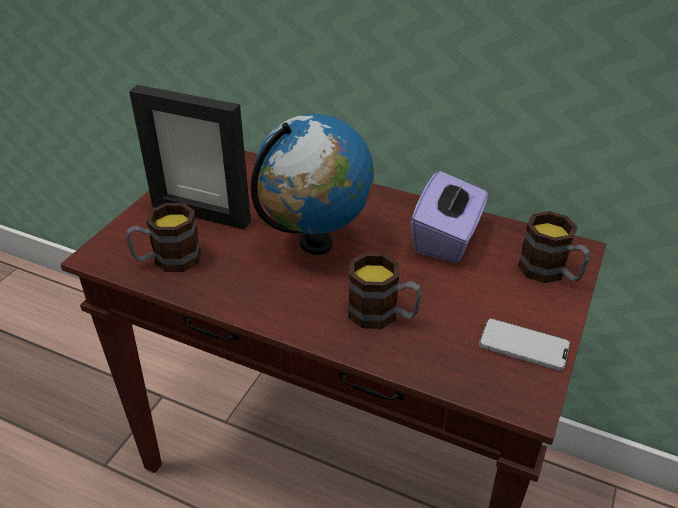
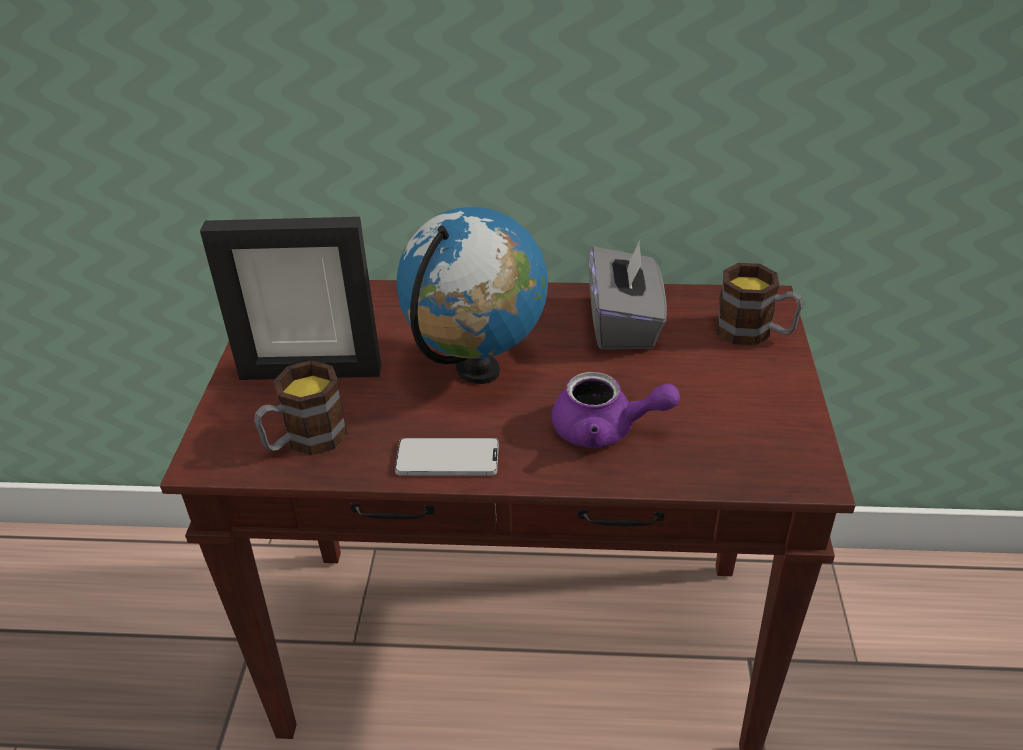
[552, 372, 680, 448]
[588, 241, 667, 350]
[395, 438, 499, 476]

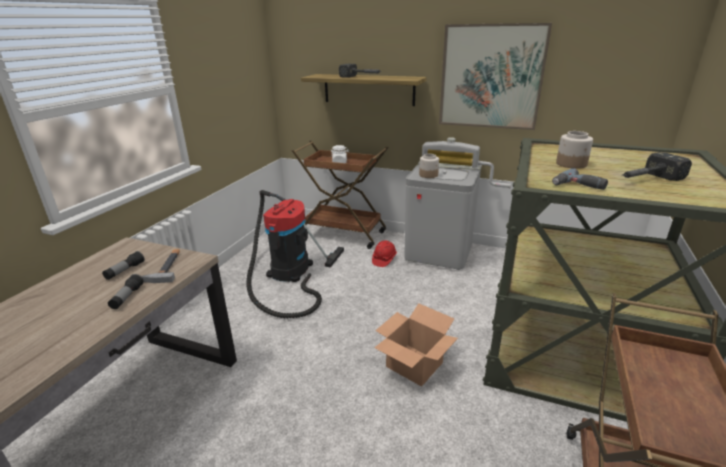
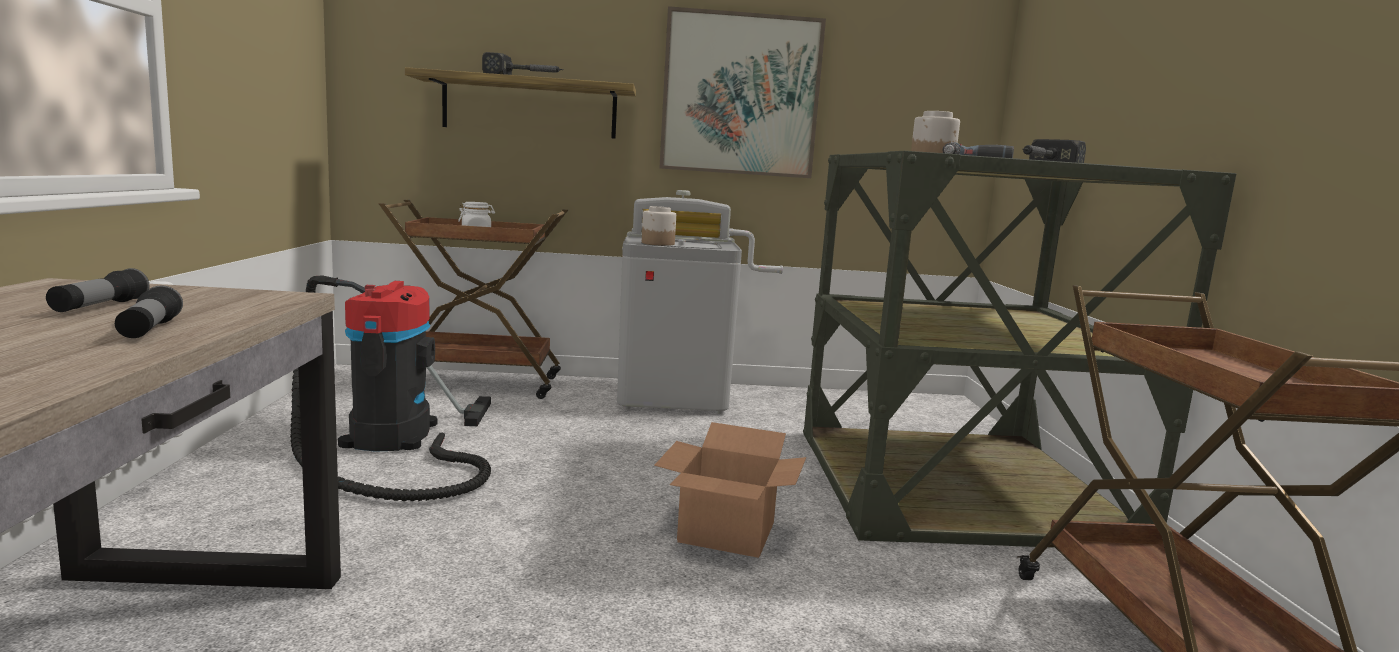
[141, 249, 180, 283] (first image)
[372, 240, 397, 267] (first image)

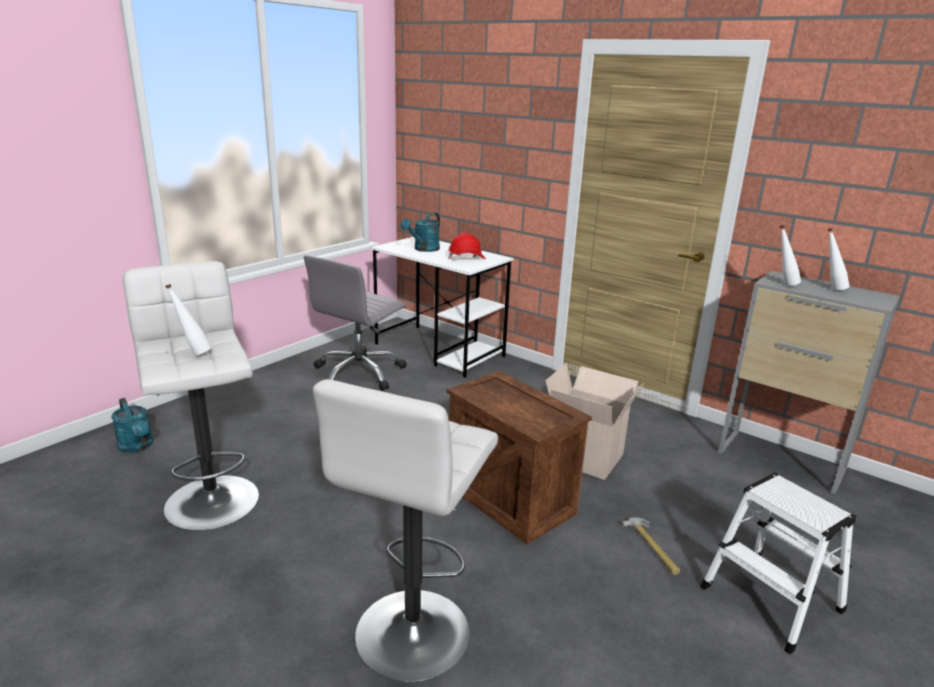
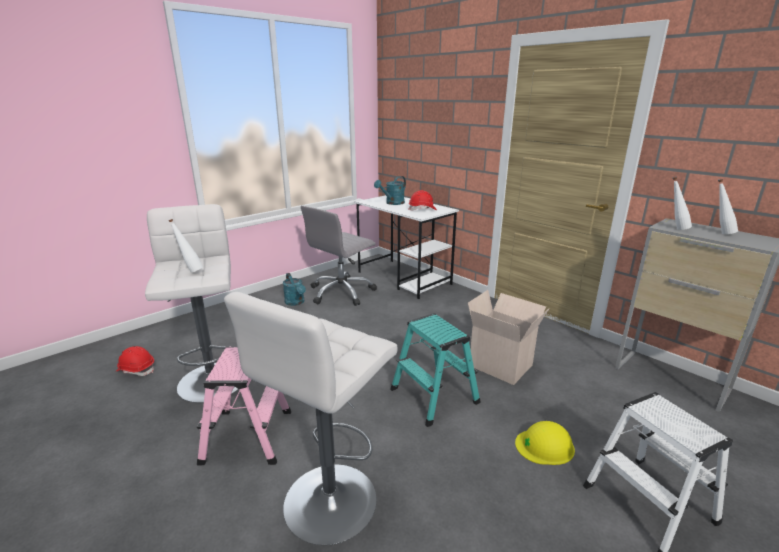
[283, 273, 306, 306]
[390, 313, 481, 427]
[515, 421, 575, 465]
[116, 346, 154, 376]
[197, 345, 292, 466]

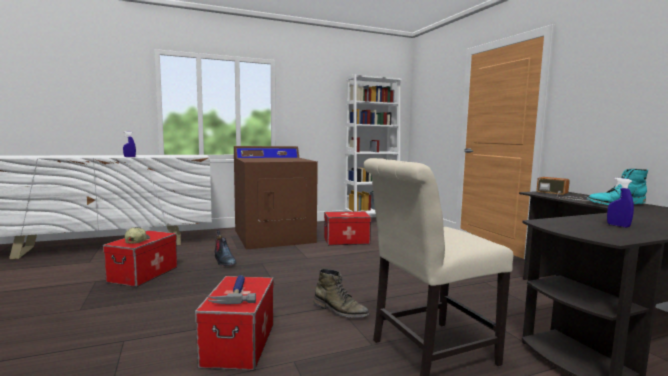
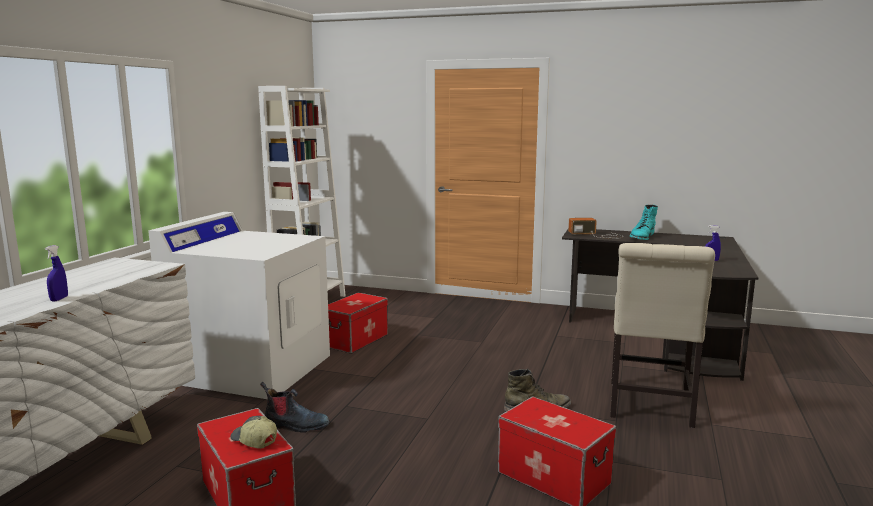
[208, 275, 256, 304] (first image)
[148, 212, 330, 399]

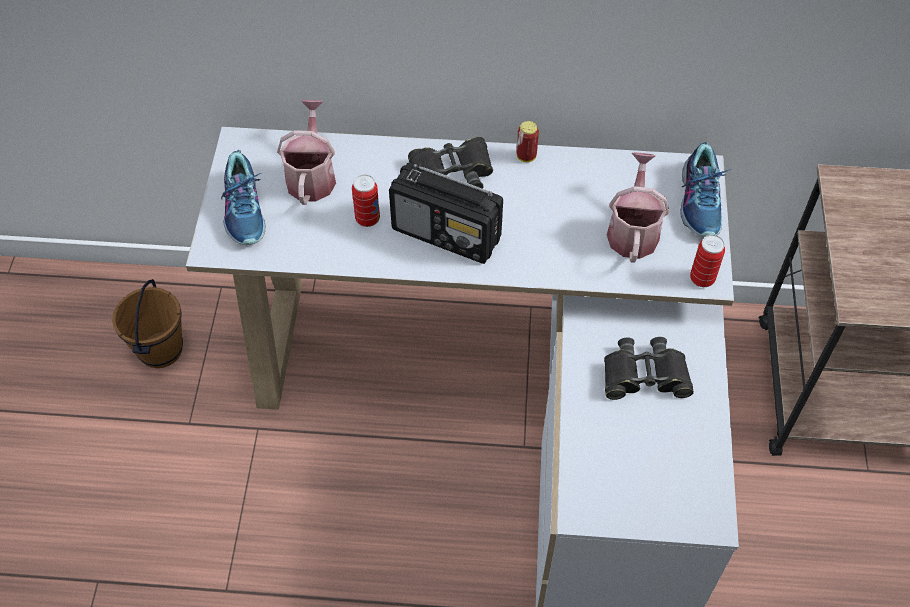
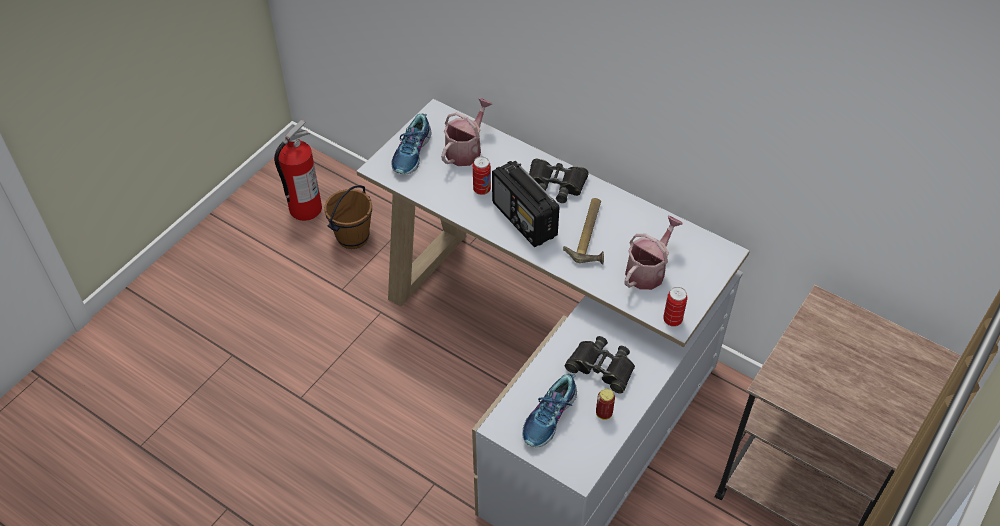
[596, 389, 615, 420]
[522, 374, 577, 447]
[274, 119, 322, 221]
[563, 198, 604, 265]

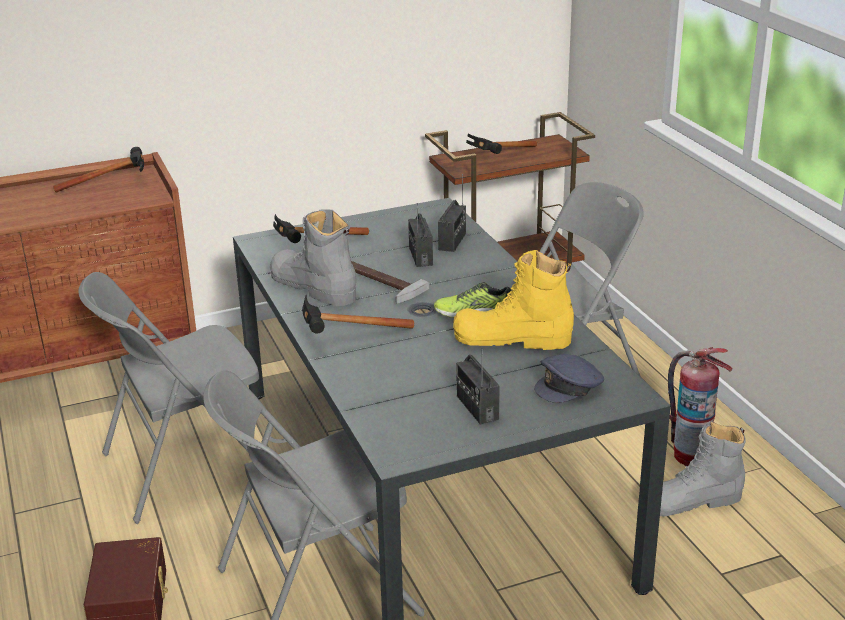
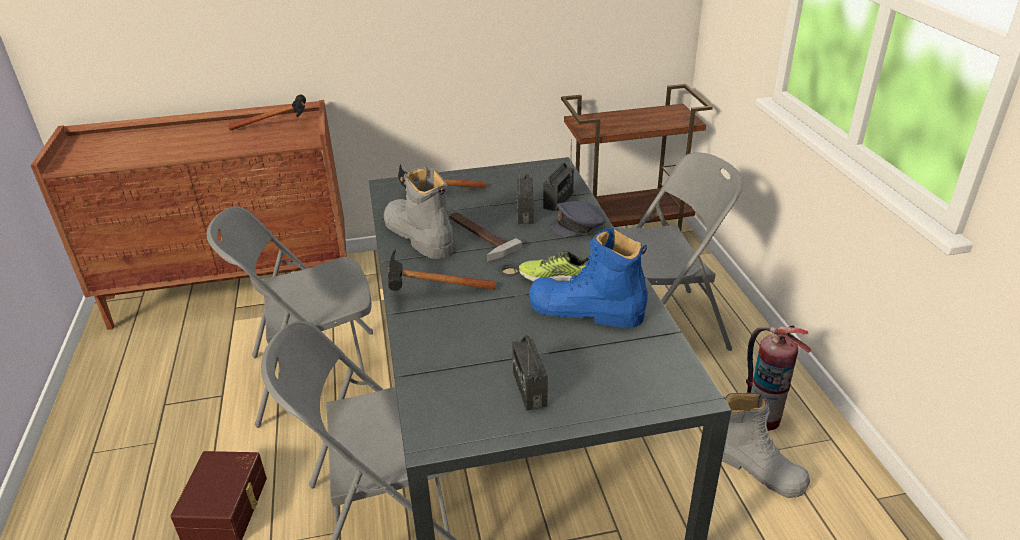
[529, 228, 648, 328]
[466, 134, 537, 154] (first image)
[550, 201, 605, 237]
[722, 393, 810, 498]

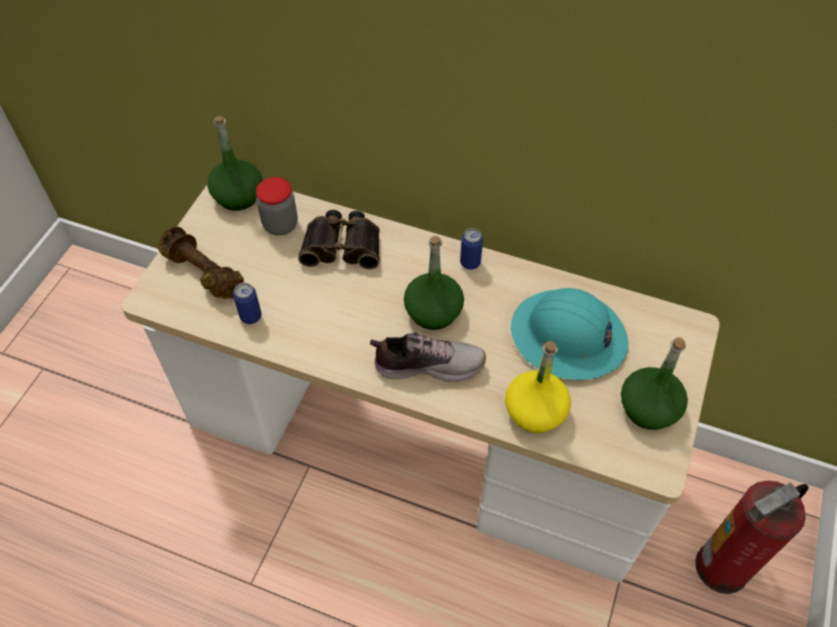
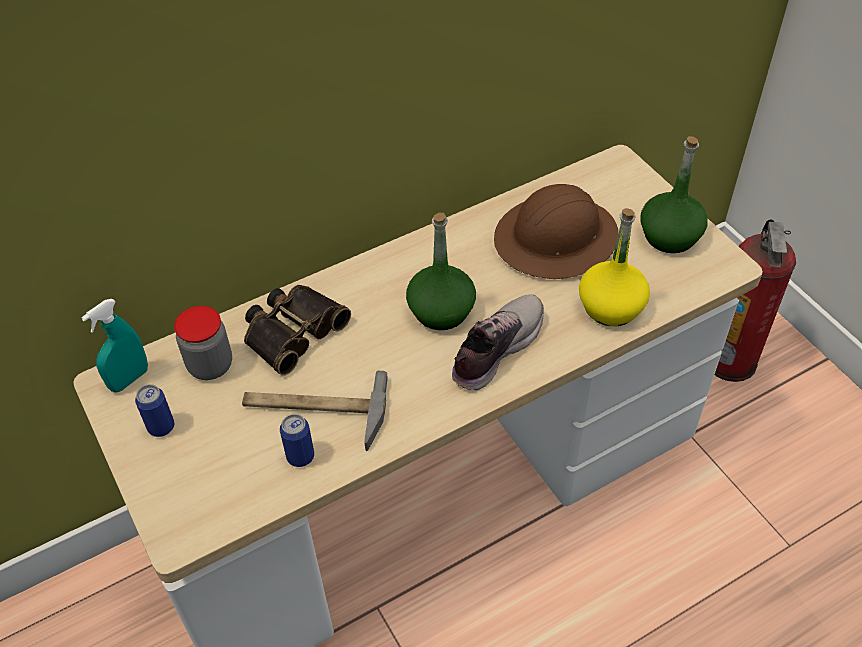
[158, 226, 244, 299] (first image)
[81, 299, 148, 393]
[135, 384, 174, 437]
[494, 184, 618, 279]
[242, 371, 388, 451]

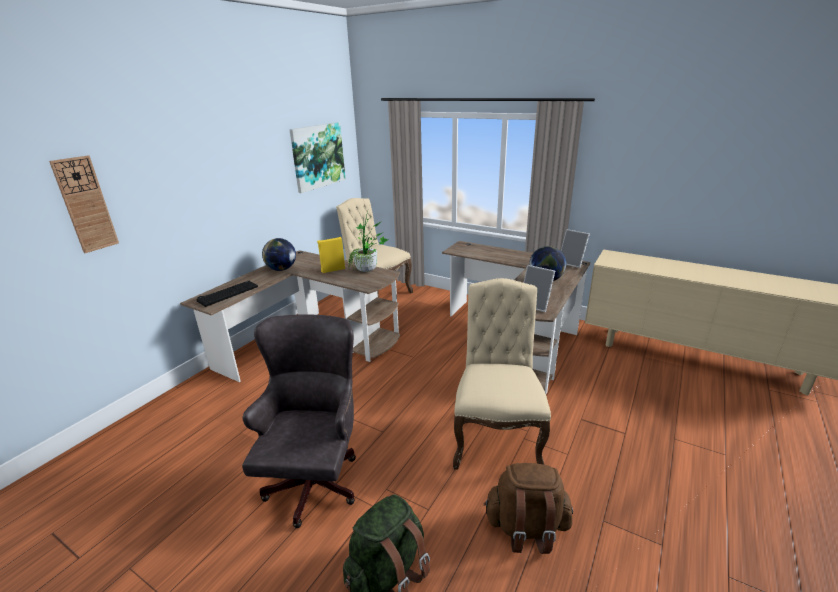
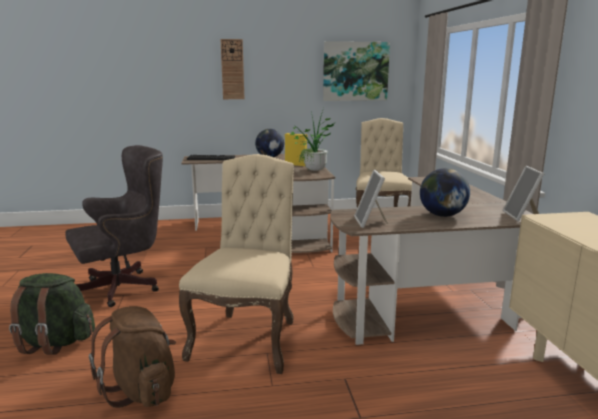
[220, 39, 244, 99]
[179, 154, 294, 374]

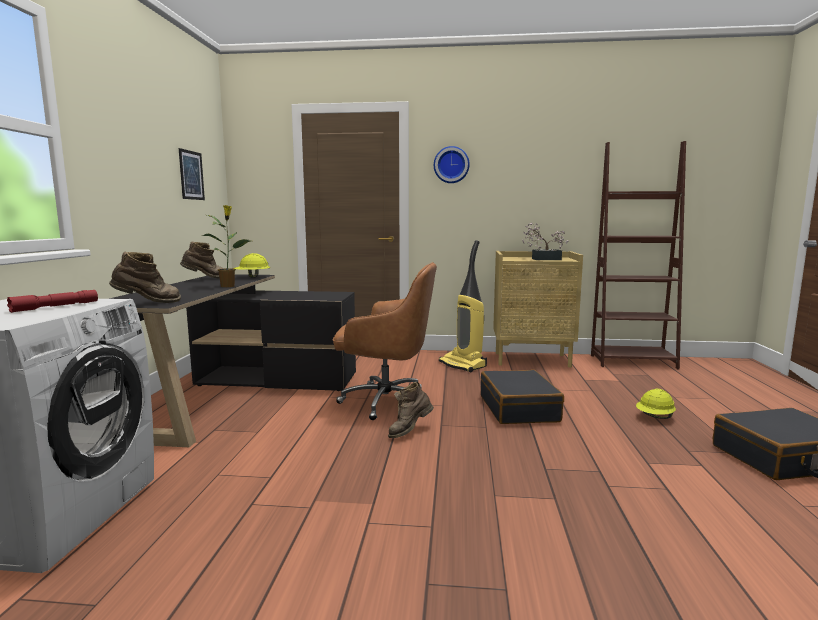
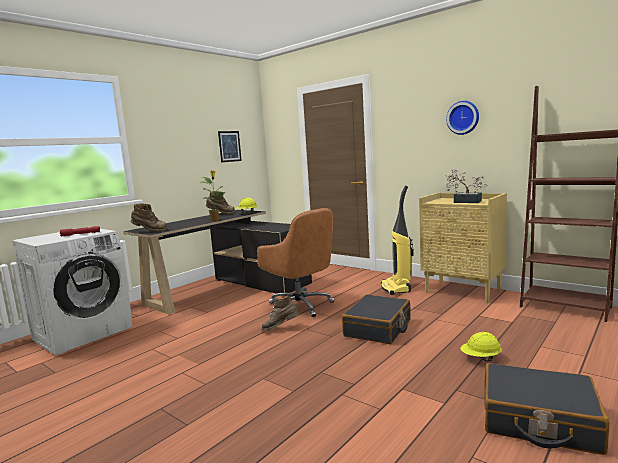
[446, 101, 479, 135]

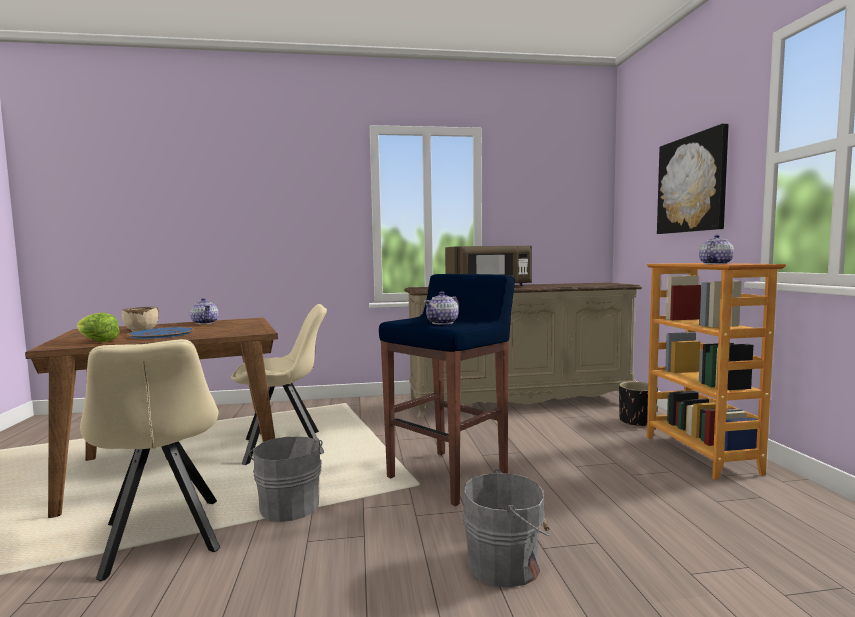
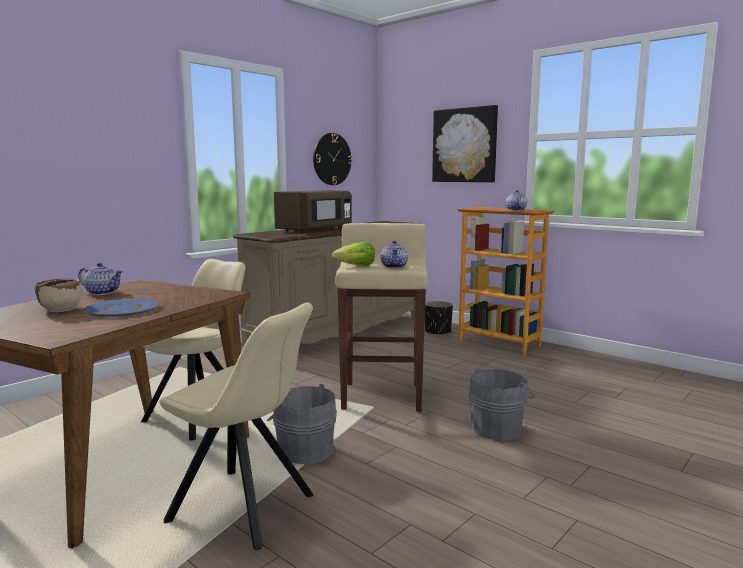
[332, 242, 375, 266]
[335, 223, 428, 412]
[313, 133, 352, 185]

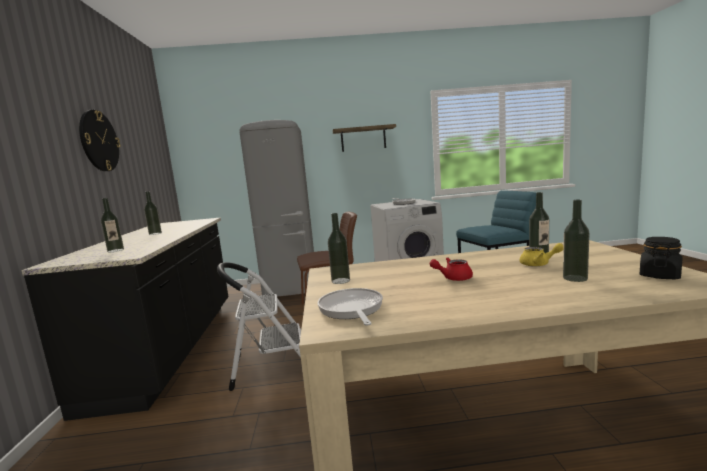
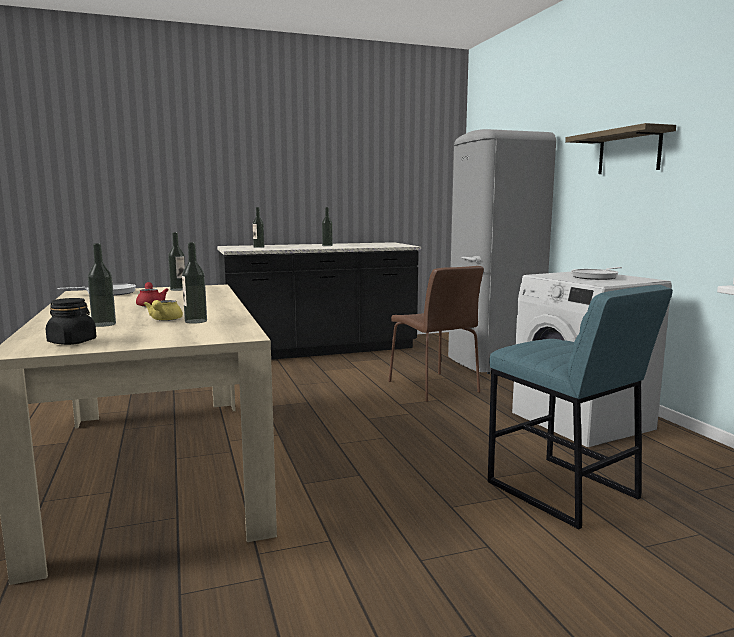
[79, 110, 120, 171] (first image)
[217, 262, 301, 391] (first image)

